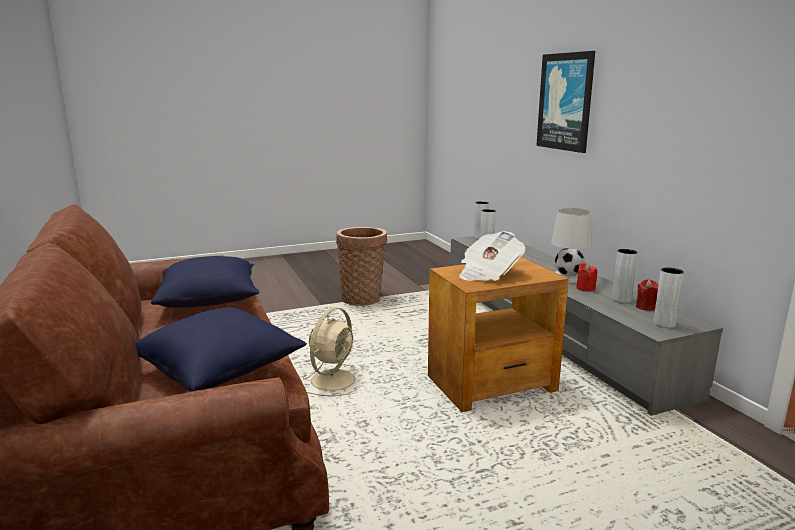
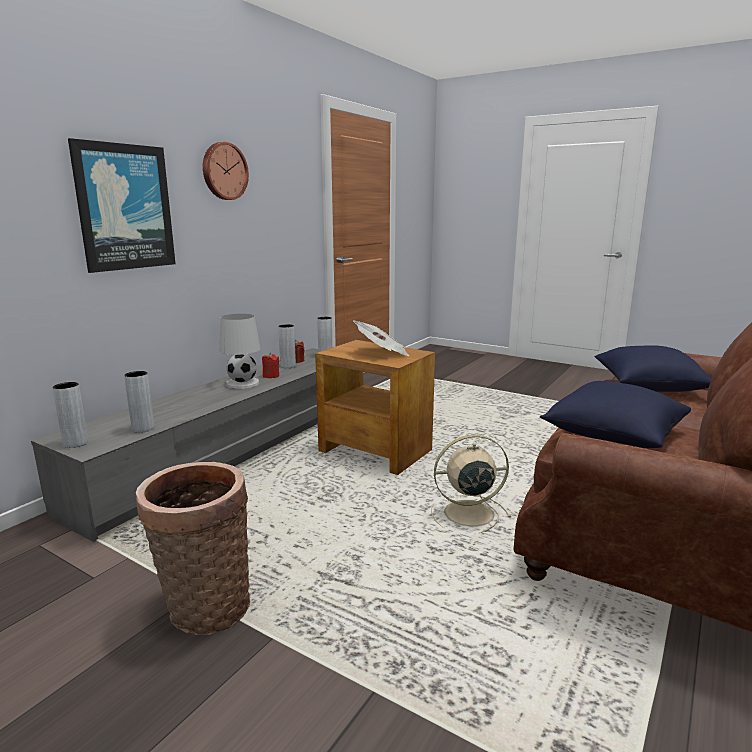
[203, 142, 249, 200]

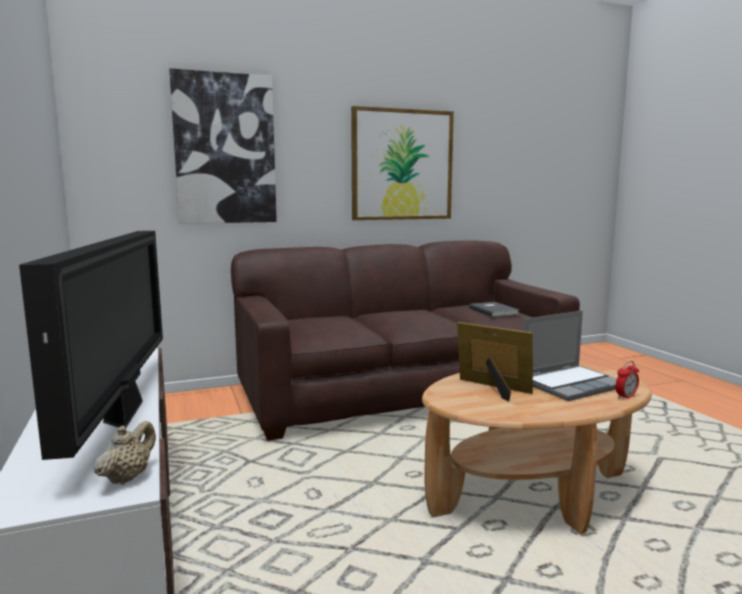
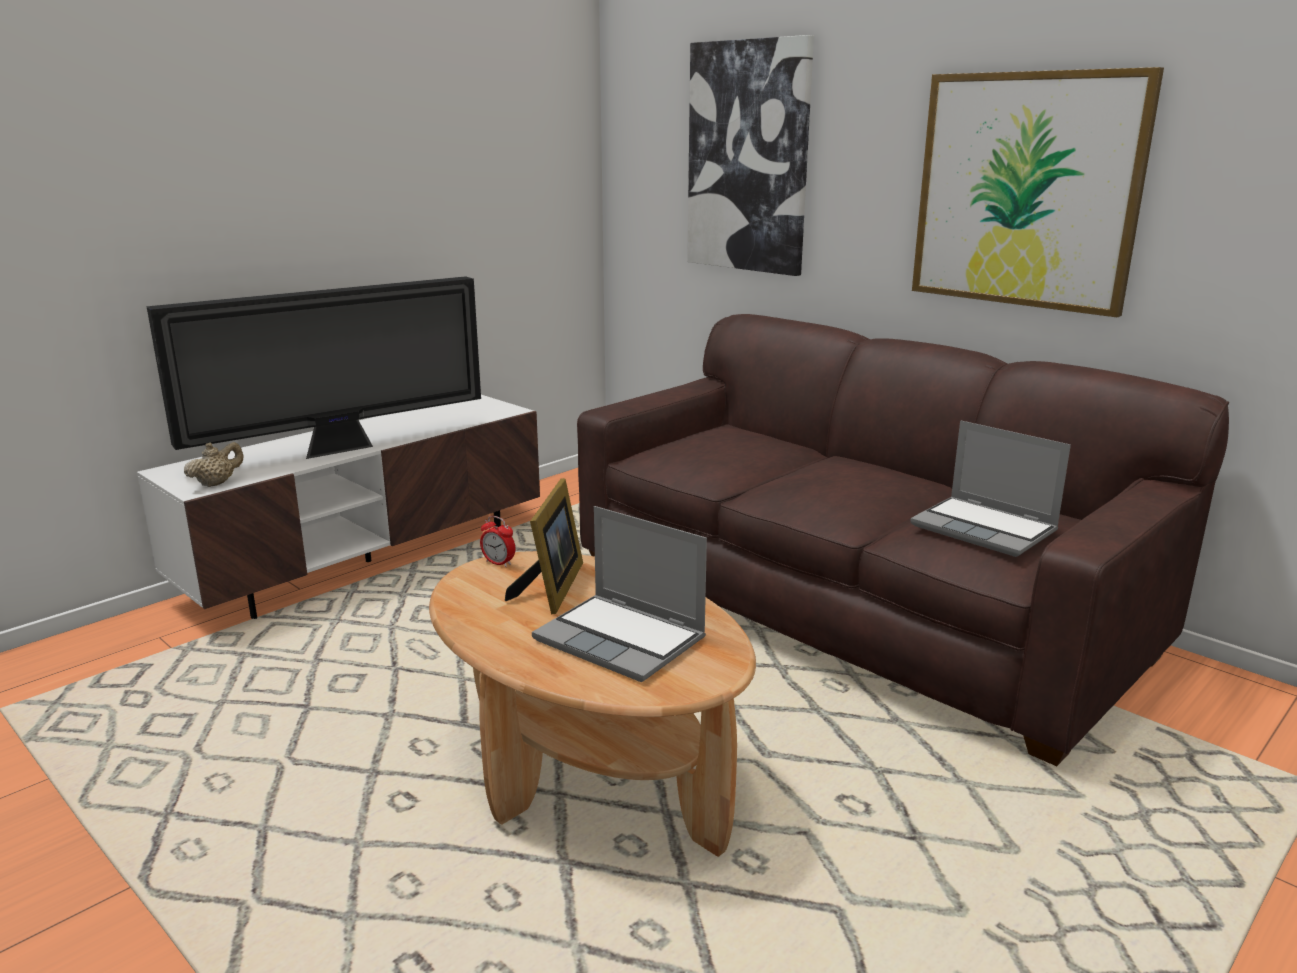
[184, 442, 243, 487]
[910, 420, 1071, 557]
[480, 516, 515, 567]

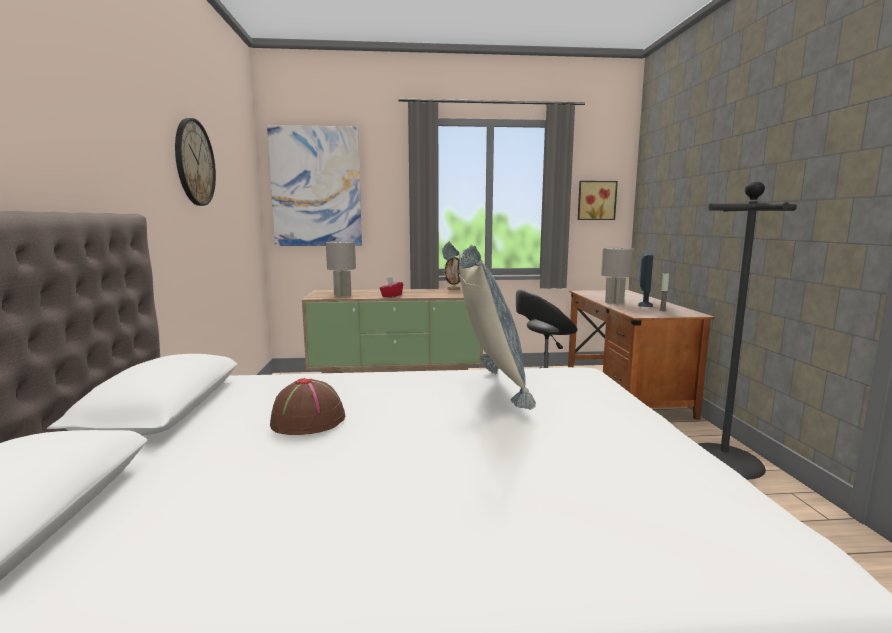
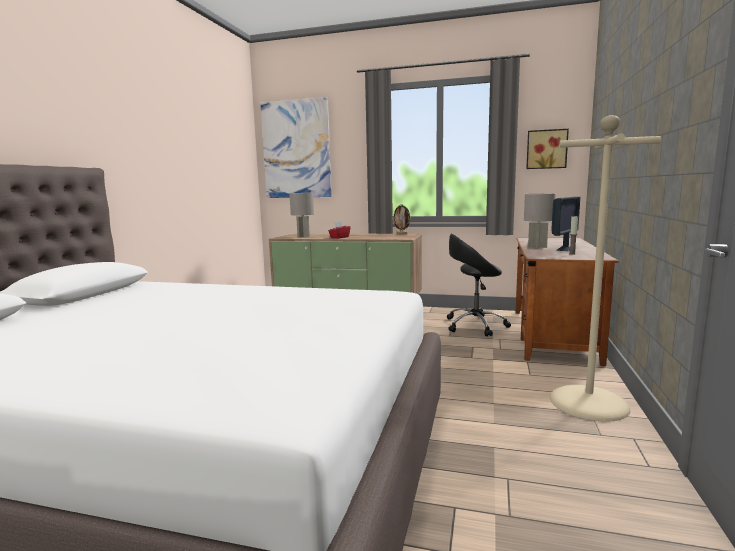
[175, 118, 216, 206] (first image)
[270, 378, 345, 435] (first image)
[442, 242, 536, 410] (first image)
[549, 115, 661, 422]

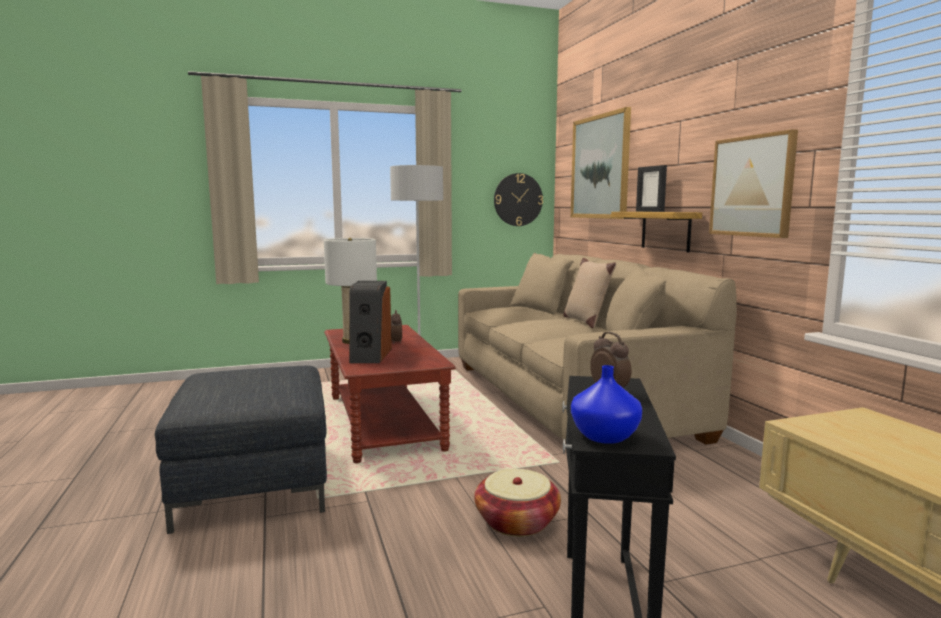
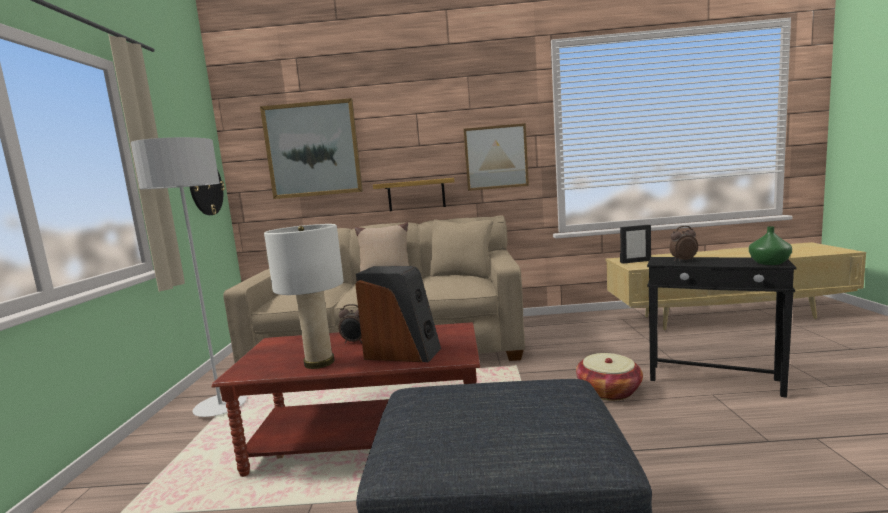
[749, 226, 792, 265]
[620, 224, 651, 264]

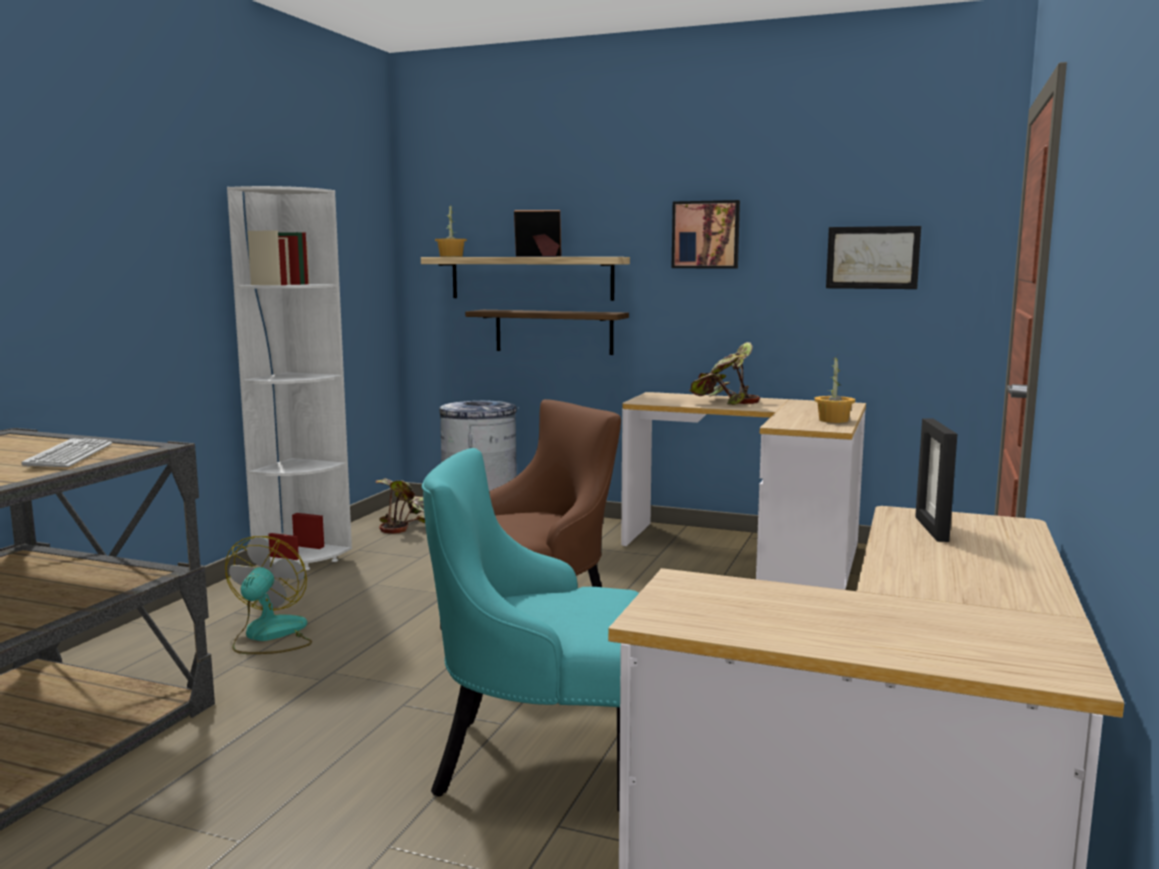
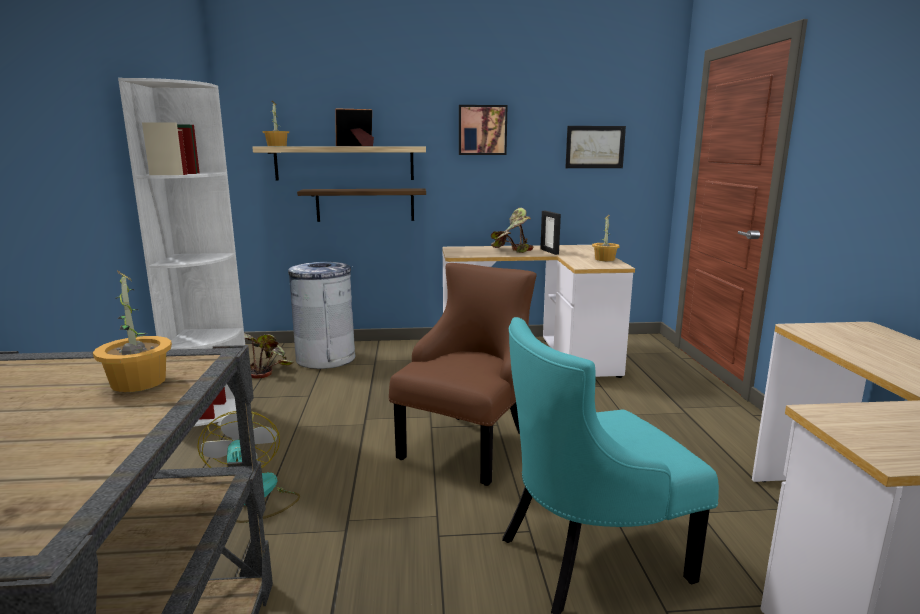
[93, 271, 172, 392]
[540, 211, 561, 255]

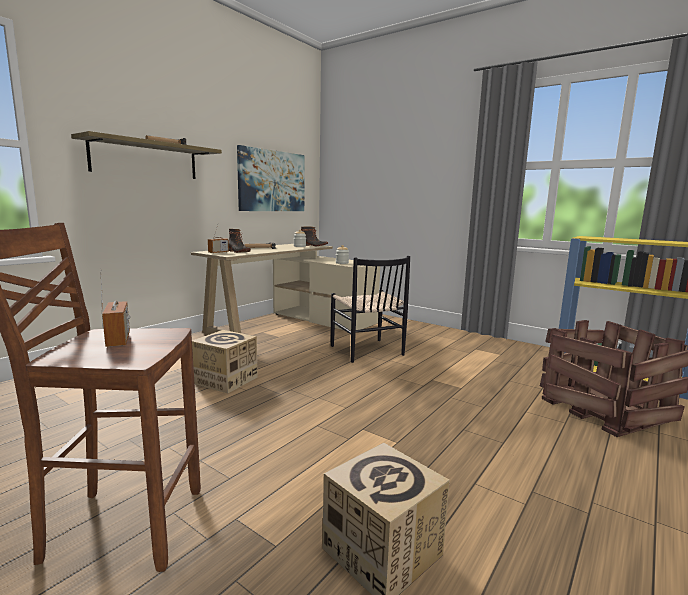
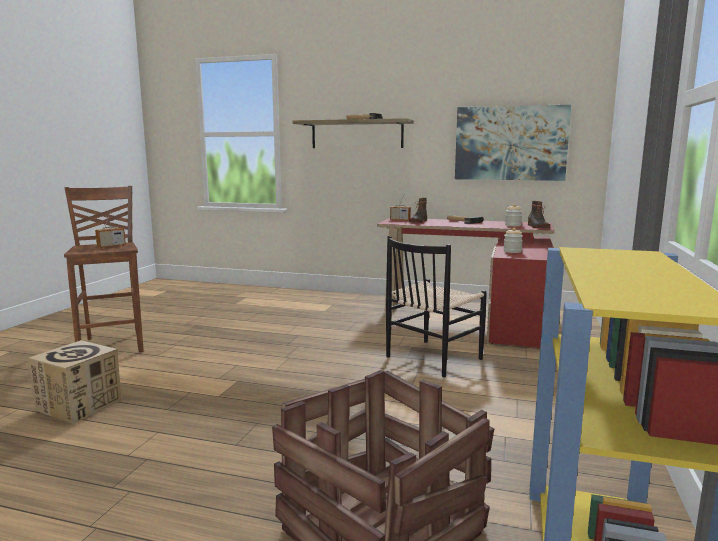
[377, 218, 554, 348]
[192, 330, 257, 394] (first image)

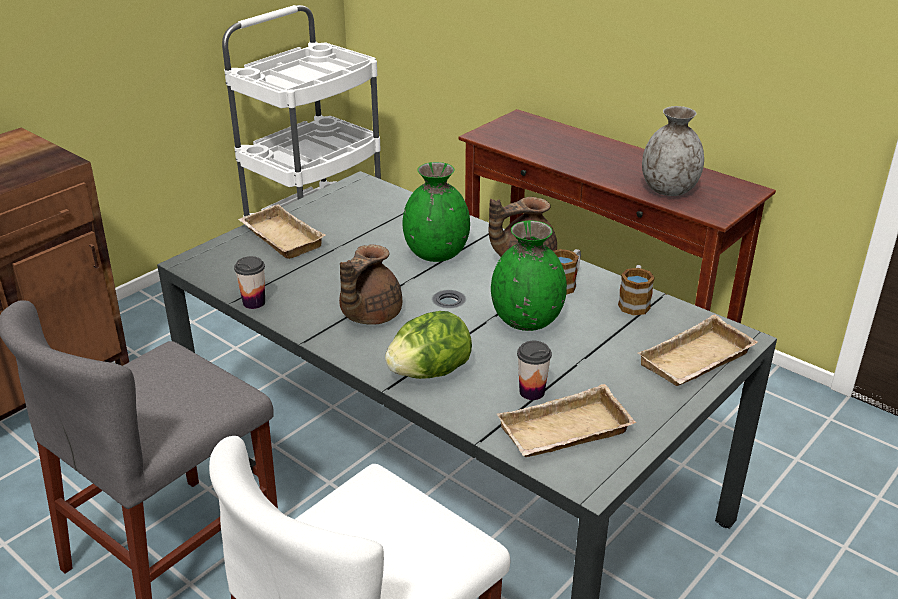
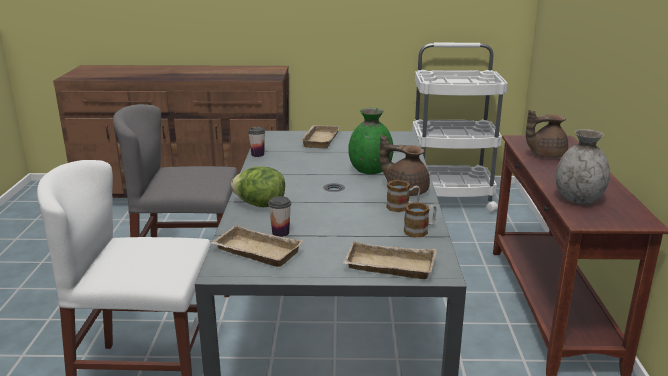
[526, 110, 568, 158]
[491, 221, 567, 331] (first image)

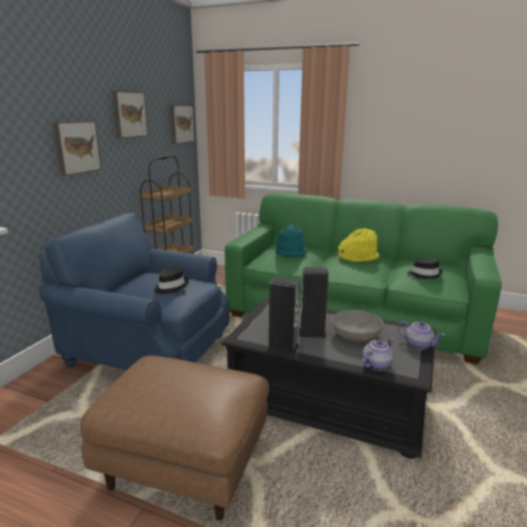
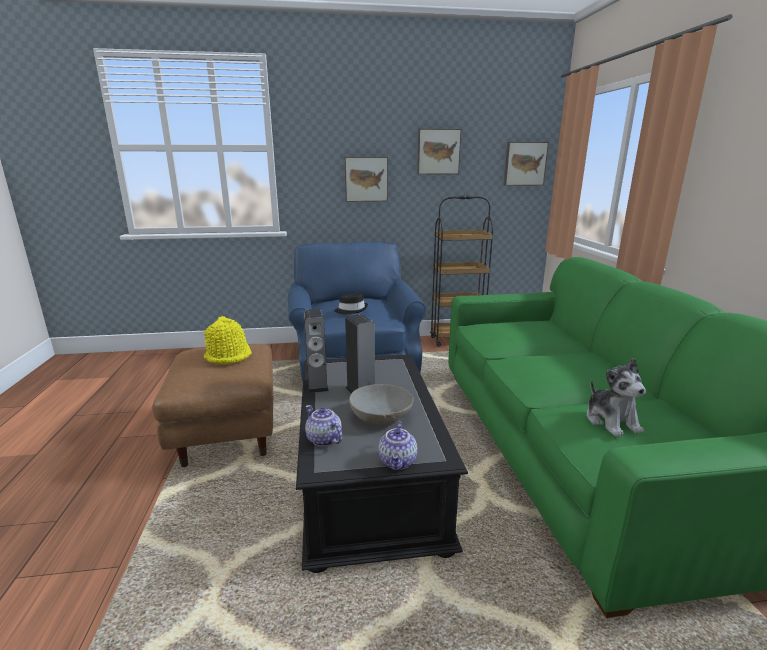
[275, 224, 307, 257] (first image)
[204, 316, 251, 365]
[305, 405, 343, 446]
[586, 358, 646, 437]

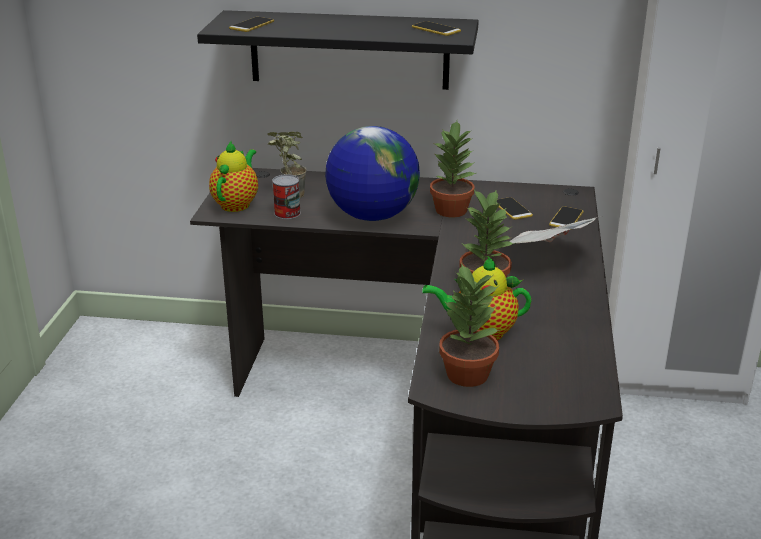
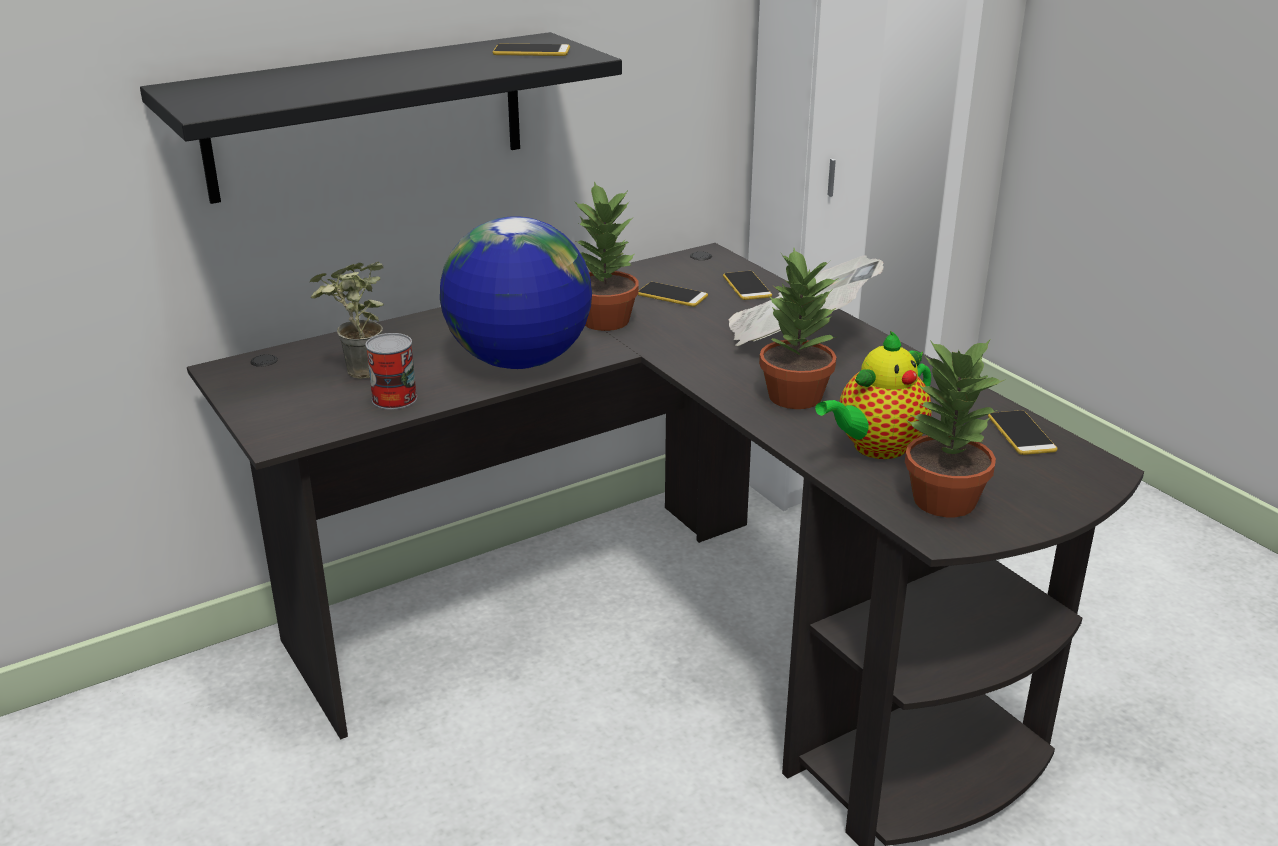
[209, 141, 258, 212] (first image)
[988, 410, 1058, 455]

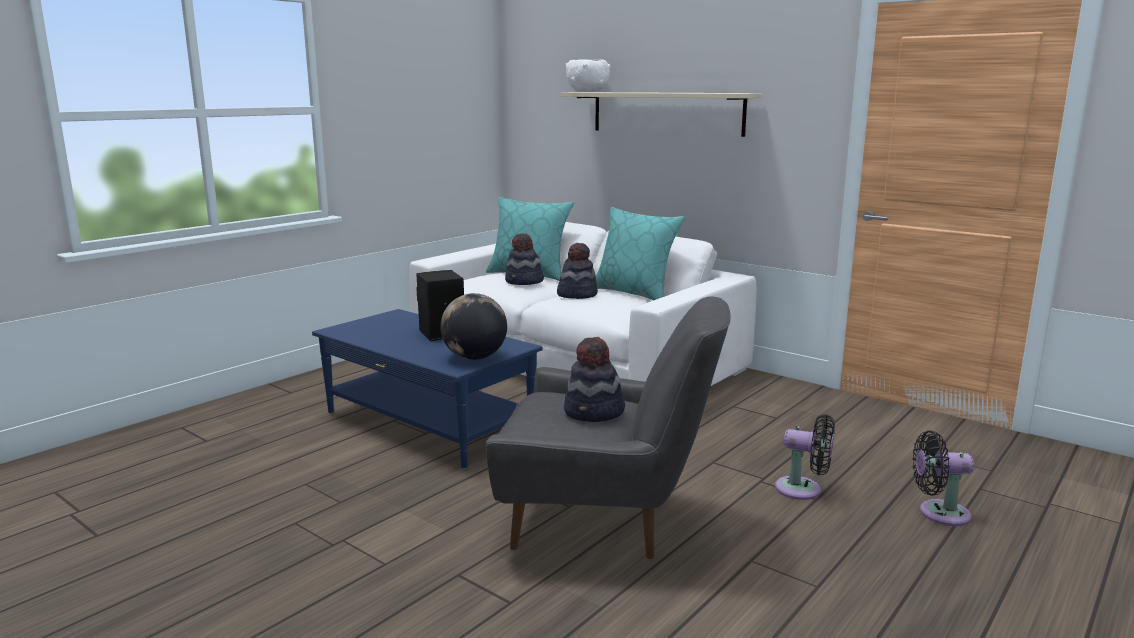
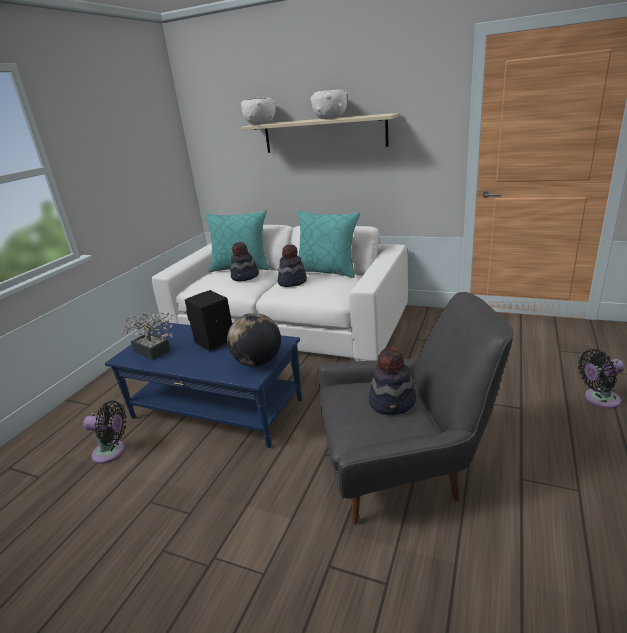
[83, 401, 127, 464]
[121, 312, 173, 360]
[310, 90, 348, 119]

